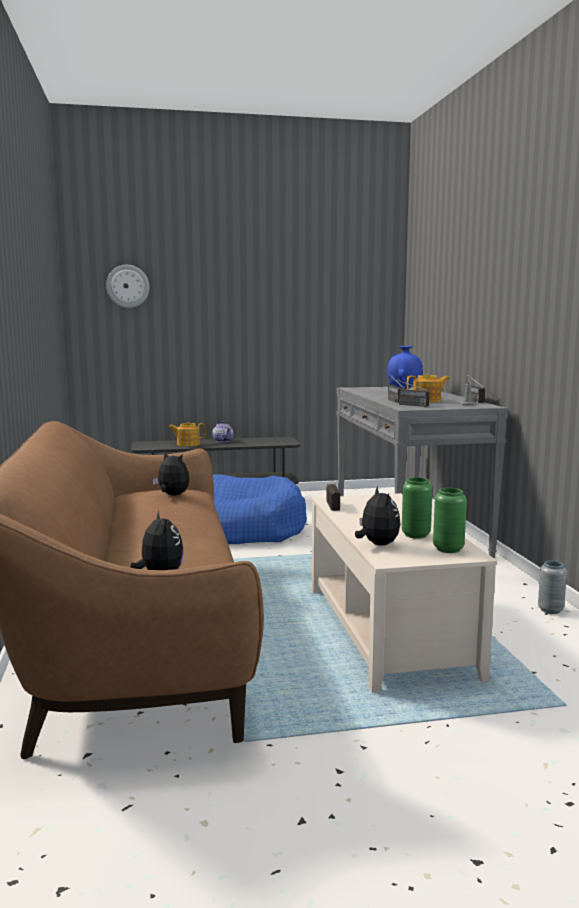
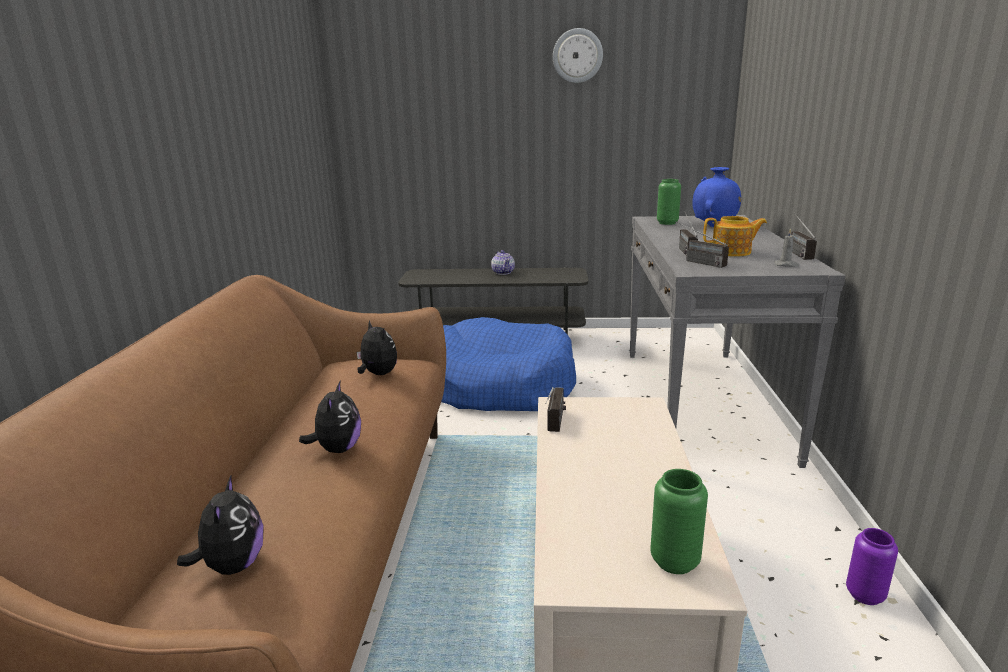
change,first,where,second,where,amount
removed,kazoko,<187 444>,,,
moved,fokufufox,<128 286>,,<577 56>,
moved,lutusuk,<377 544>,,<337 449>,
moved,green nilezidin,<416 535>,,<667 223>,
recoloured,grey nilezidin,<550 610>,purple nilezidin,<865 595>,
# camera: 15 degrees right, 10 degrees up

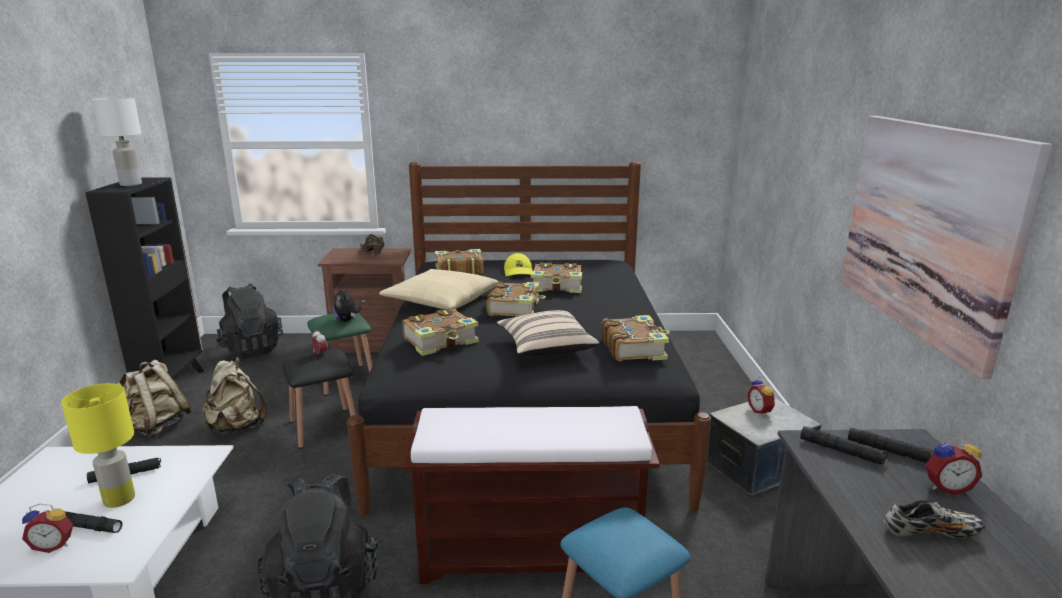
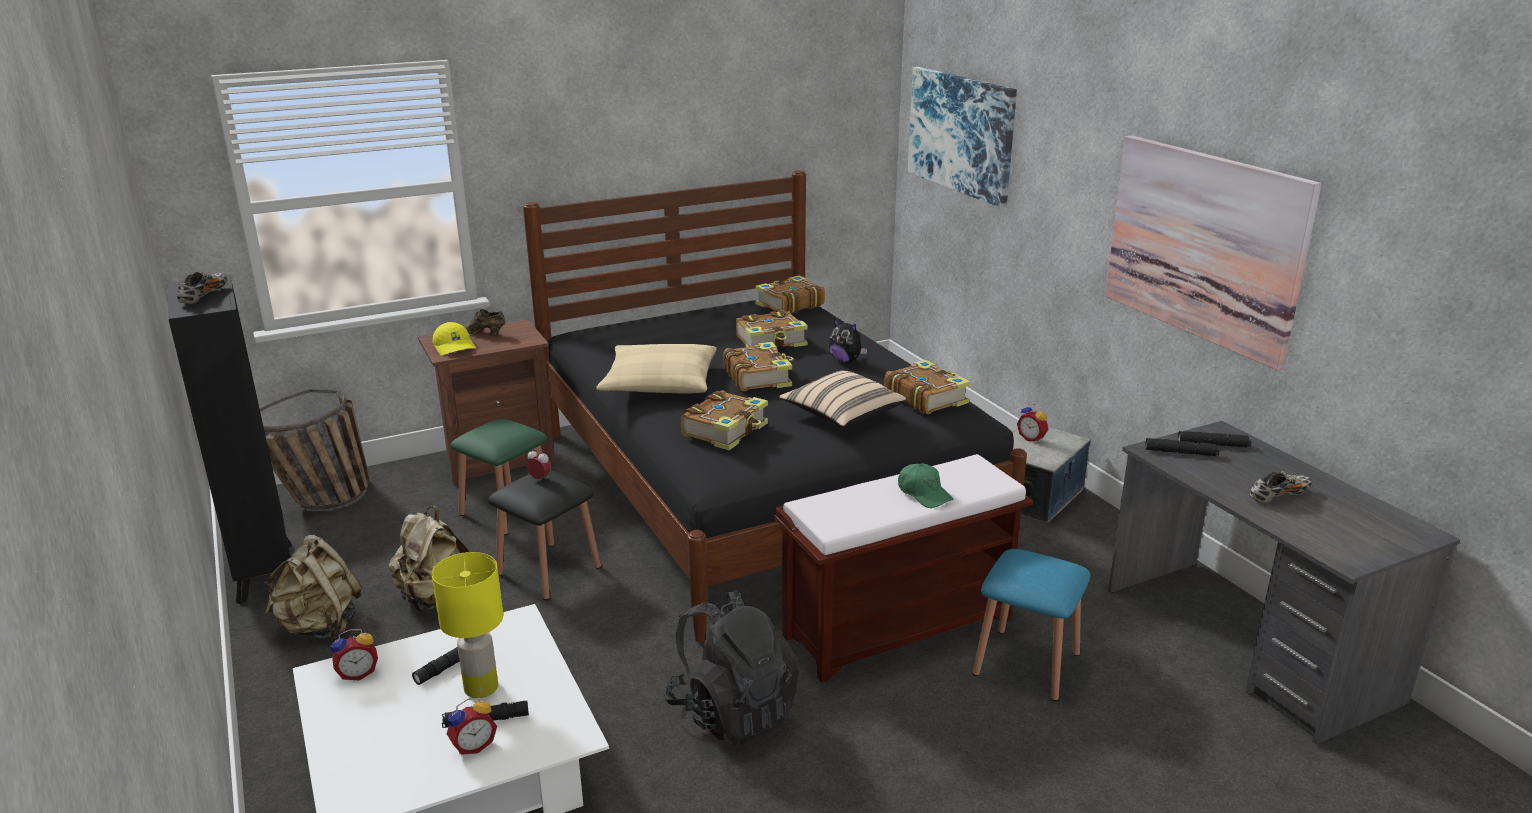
change,first,where,second,where,amount
added,,,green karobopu,<924 493>,
added,,,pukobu,<961 133>,
moved,lutusuk,<347 320>,,<846 361>,
moved,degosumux,<458 270>,,<789 305>,
moved,yellow karobopu,<519 272>,,<455 347>,
moved,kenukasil,<946 487>,,<358 673>,
replaced,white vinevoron,<130 184>,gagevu,<204 296>,
replaced,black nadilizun,<251 349>,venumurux,<324 502>,
# camera: 25 degrees left, 5 degrees up

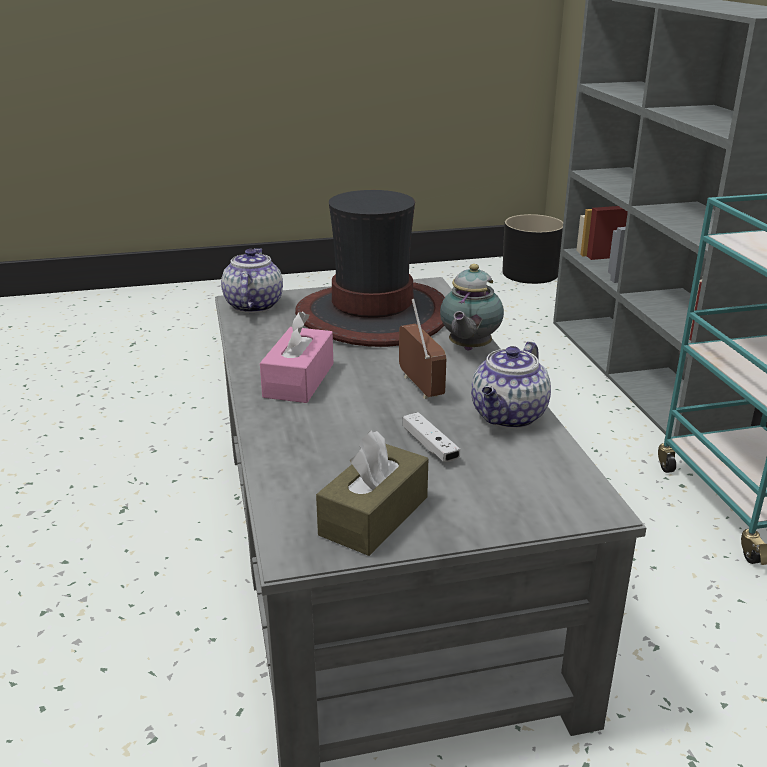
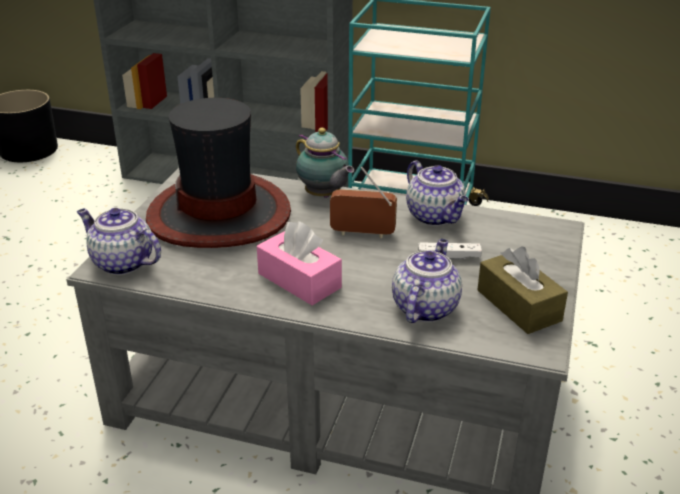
change,first,where,second,where,amount
added,,,kazoko,<425 307>,
# camera: 60 degrees left, 5 degrees up

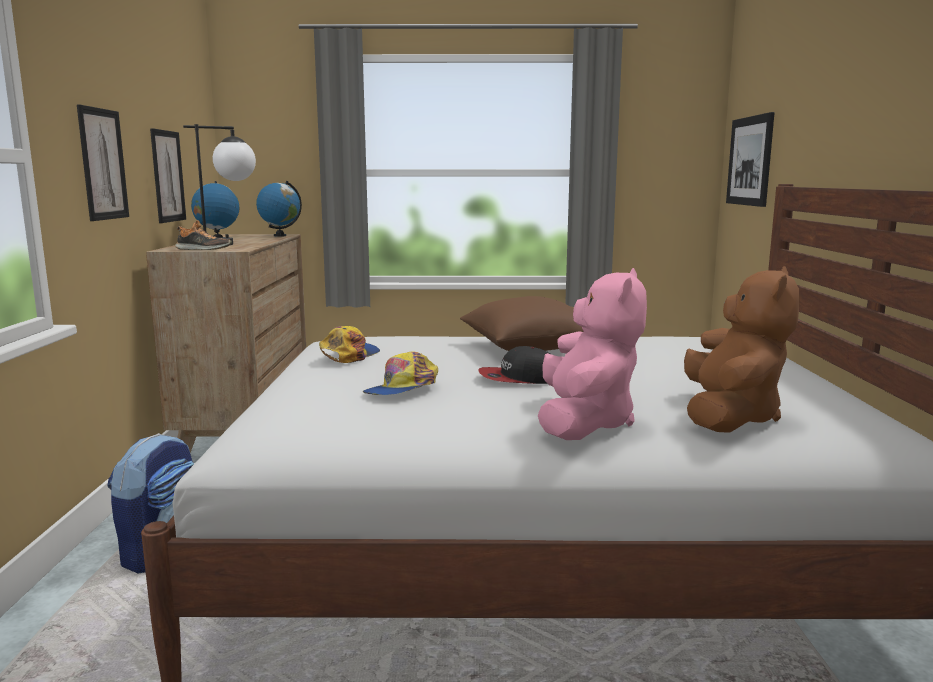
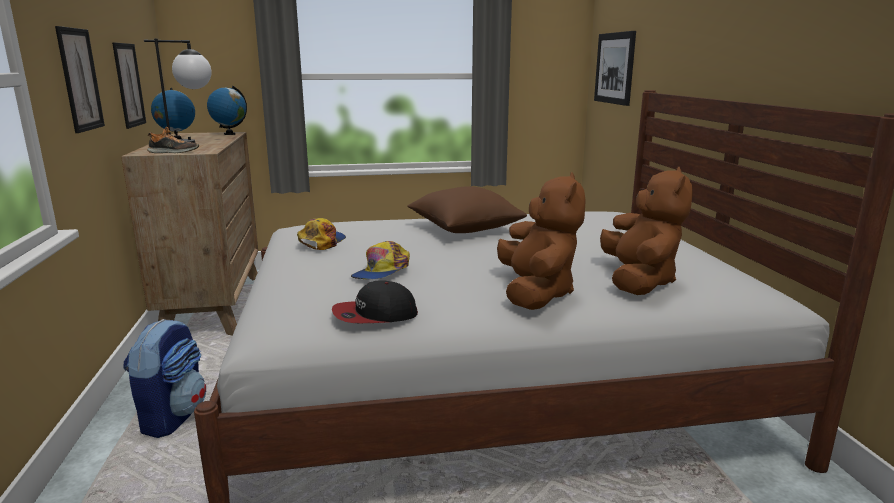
change,first,where,second,where,amount
moved,karobopu,<519 379>,,<374 315>,
recoloured,pink lutusuk,<584 423>,brown lutusuk,<536 293>,
# camera: 10 degrees left, 5 degrees up

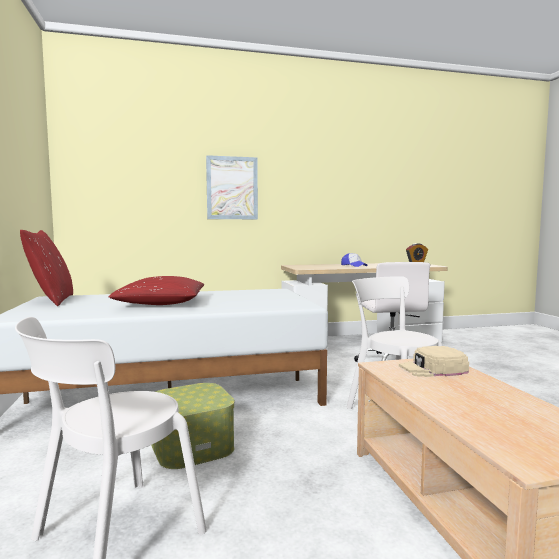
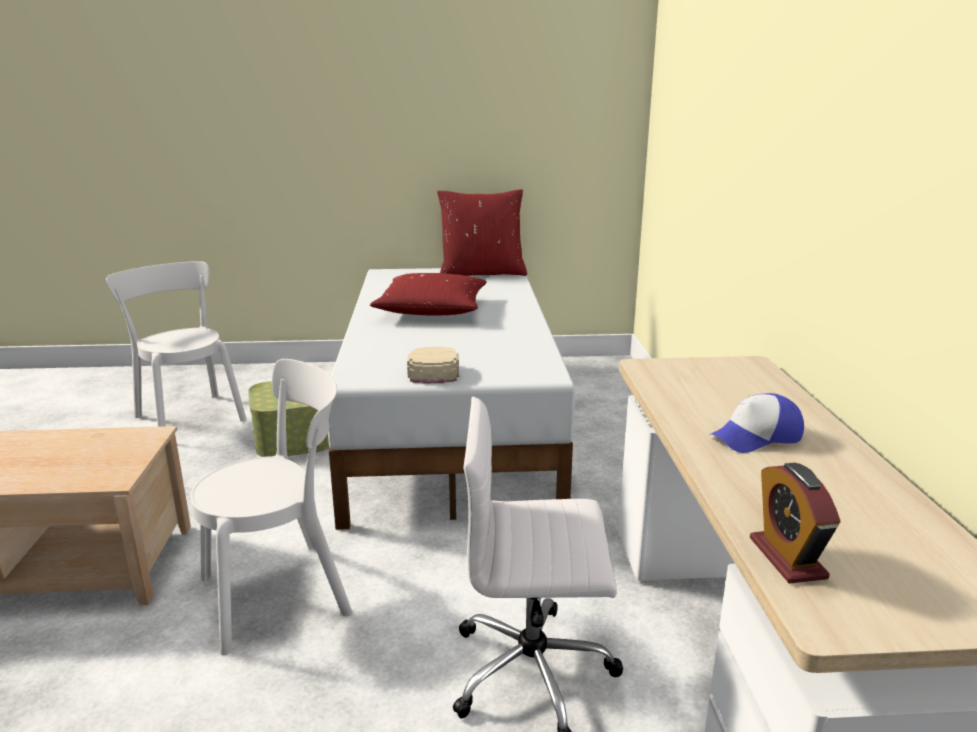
change,first,where,second,where,amount
removed,pukobu,<232 188>,,,
moved,beige karobopu,<433 369>,,<433 370>,
# camera: 100 degrees right, 15 degrees up

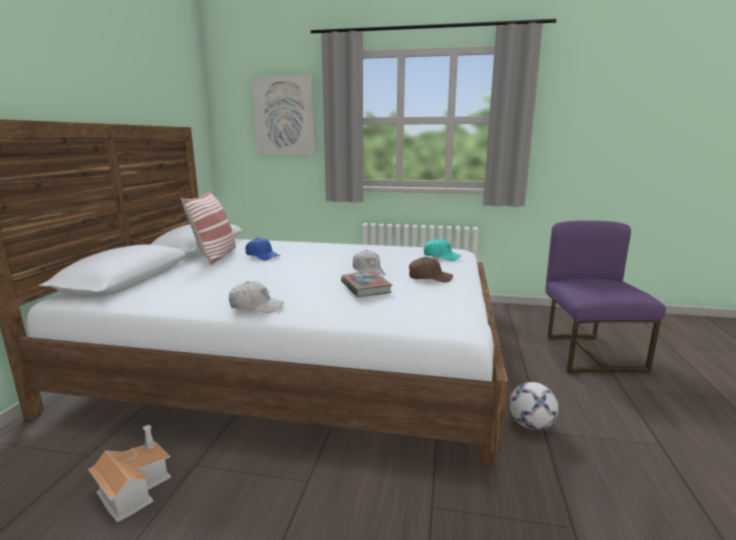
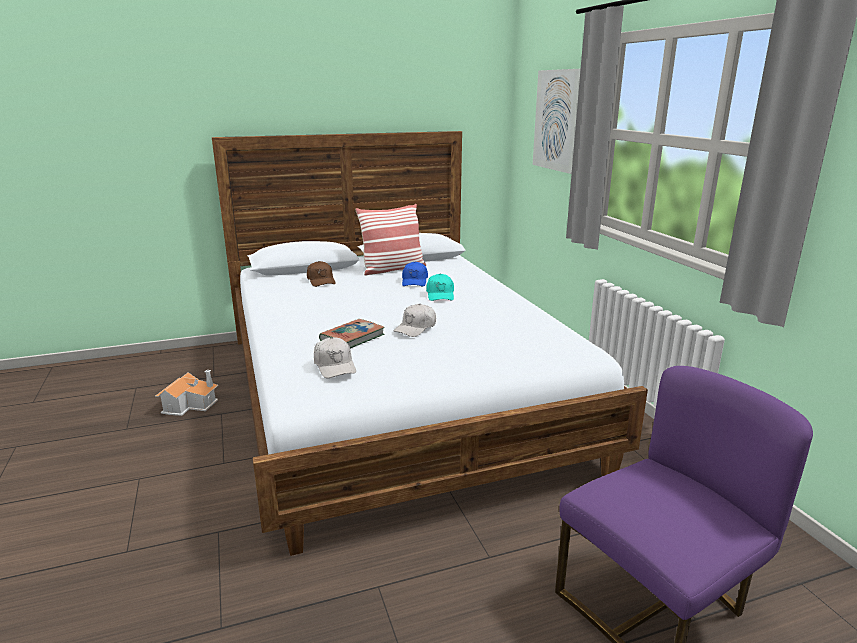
change,first,where,second,where,amount
removed,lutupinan,<531 425>,,,
moved,white karobopu,<256 306>,,<335 366>,
moved,brown karobopu,<429 278>,,<321 281>,
moved,turquoise karobopu,<441 256>,,<440 295>,
# camera: 60 degrees right, 5 degrees up

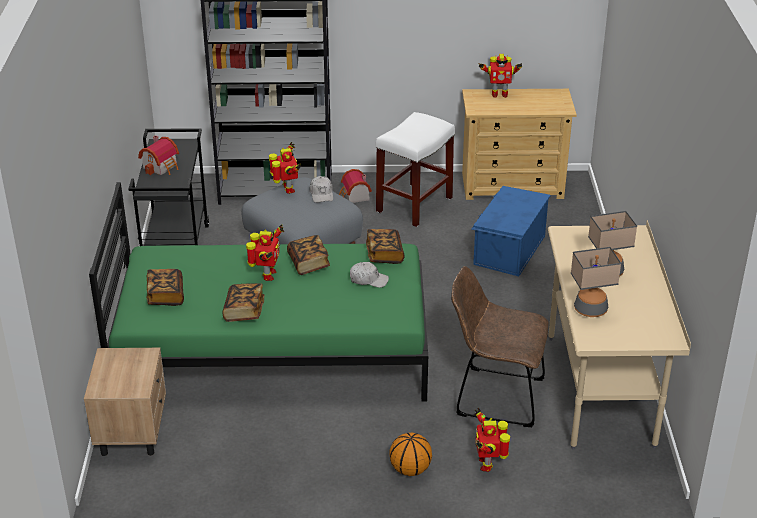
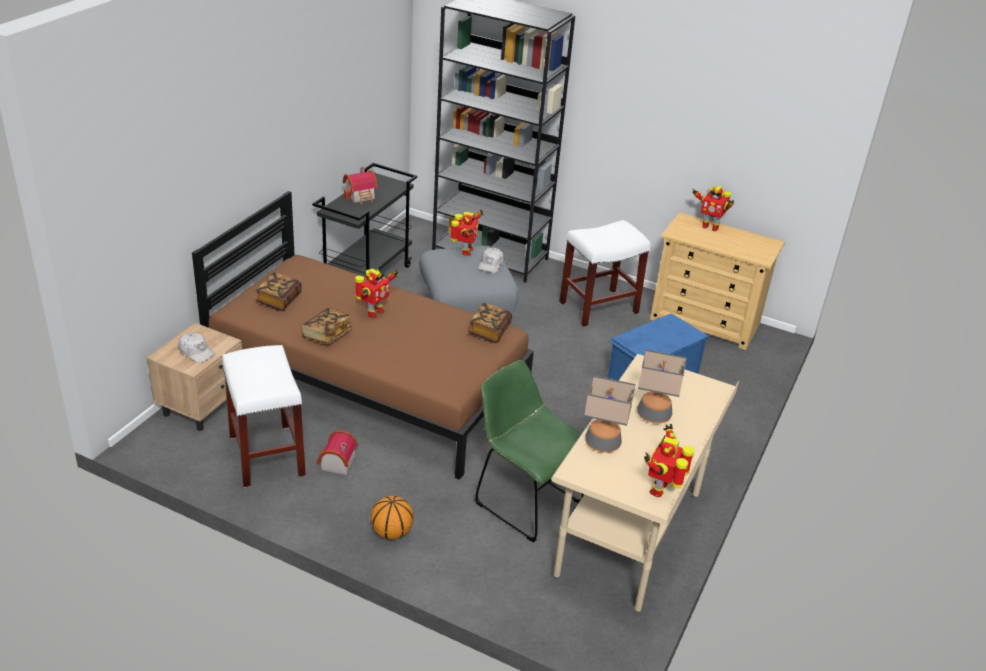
change,first,where,second,where,amount
removed,degosumux,<308 263>,,,
added,,,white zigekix,<266 455>,
moved,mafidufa,<354 197>,,<335 464>,
moved,white karobopu,<368 280>,,<196 352>,
moved,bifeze,<487 463>,,<661 489>,
recoloured,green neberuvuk,<272 350>,brown neberuvuk,<368 385>,
recoloured,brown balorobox,<494 396>,green balorobox,<524 500>,
# camera: 25 degrees right, 0 degrees up

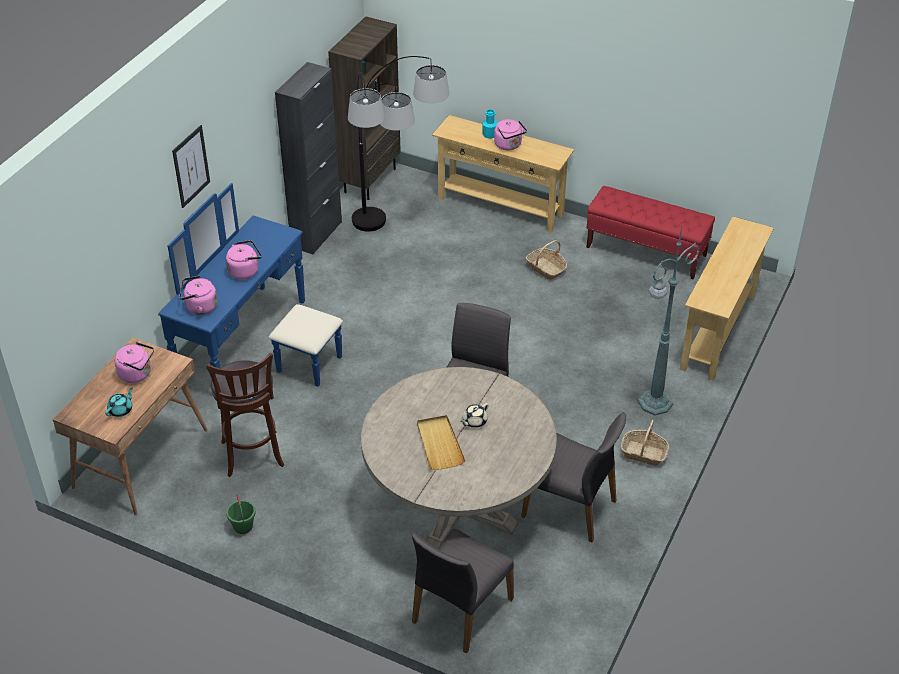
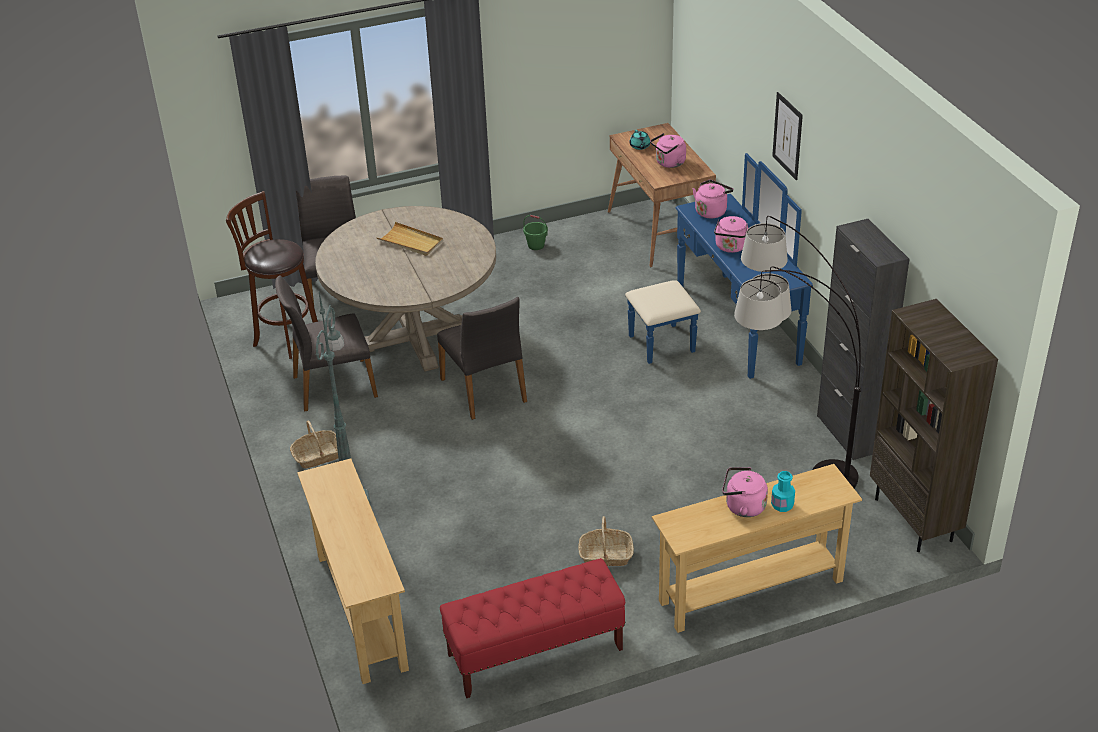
change,first,where,second,where,amount
removed,beige kazoko,<474 421>,,,
moved,brown zigekix,<253 456>,,<284 337>,
# camera: 135 degrees right, 5 degrees down

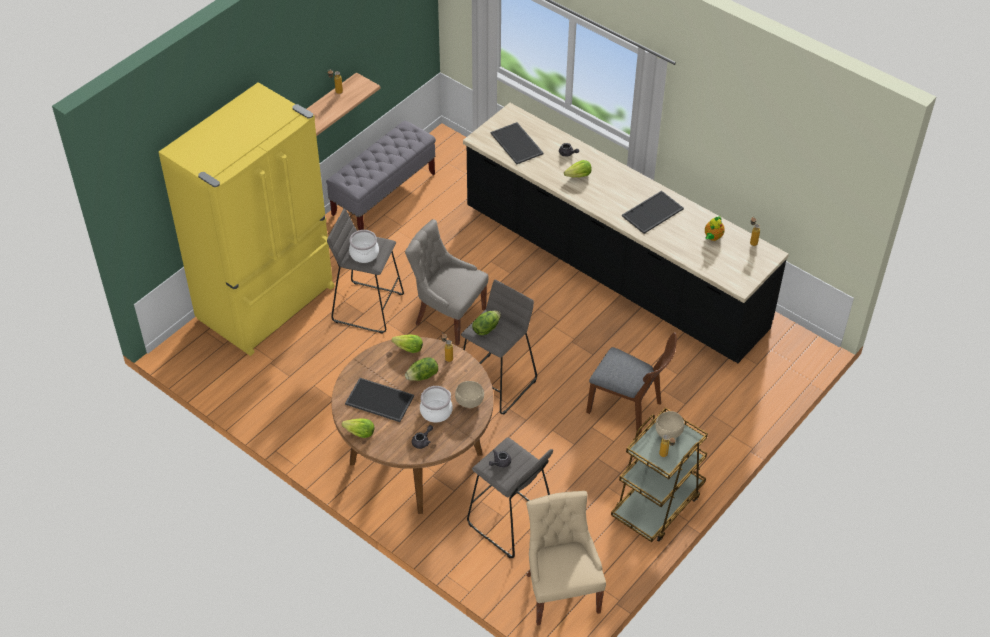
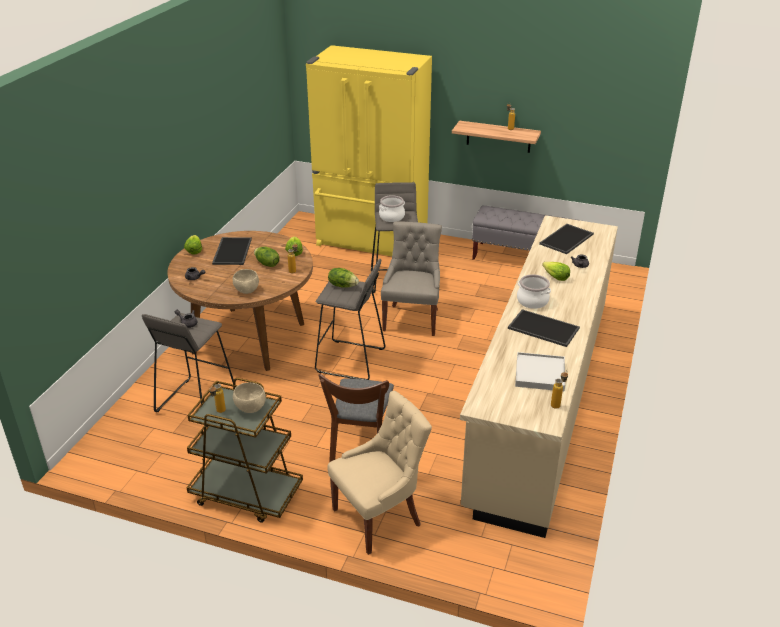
change,first,where,second,where,amount
moved,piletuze,<436 411>,,<532 301>,
moved,beige balorobox,<561 591>,,<379 517>,
replaced,kazoko,<712 237>,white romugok,<540 374>,
recoloured,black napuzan,<613 269>,beige napuzan,<539 399>,
# camera: 70 degrees right, 15 degrees down

